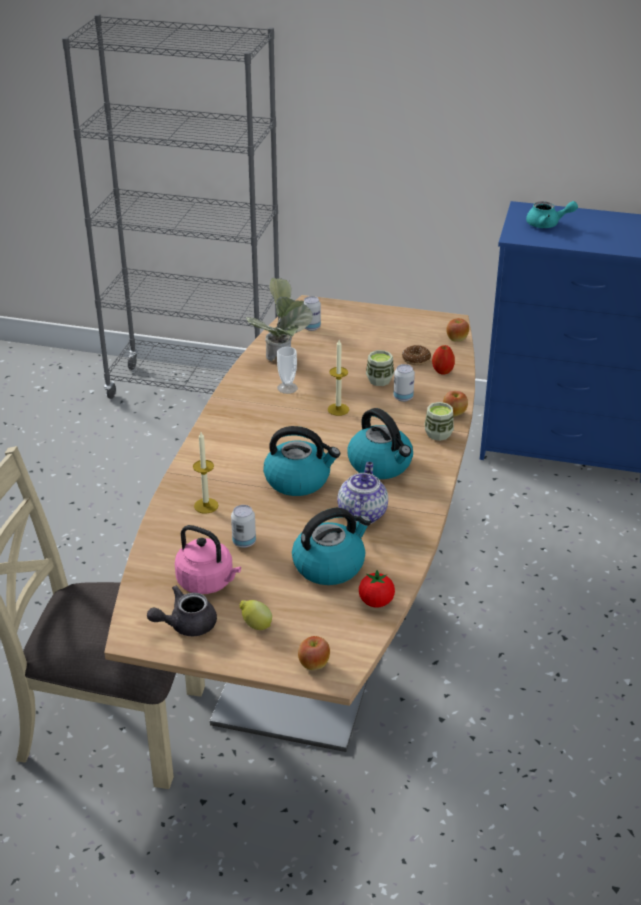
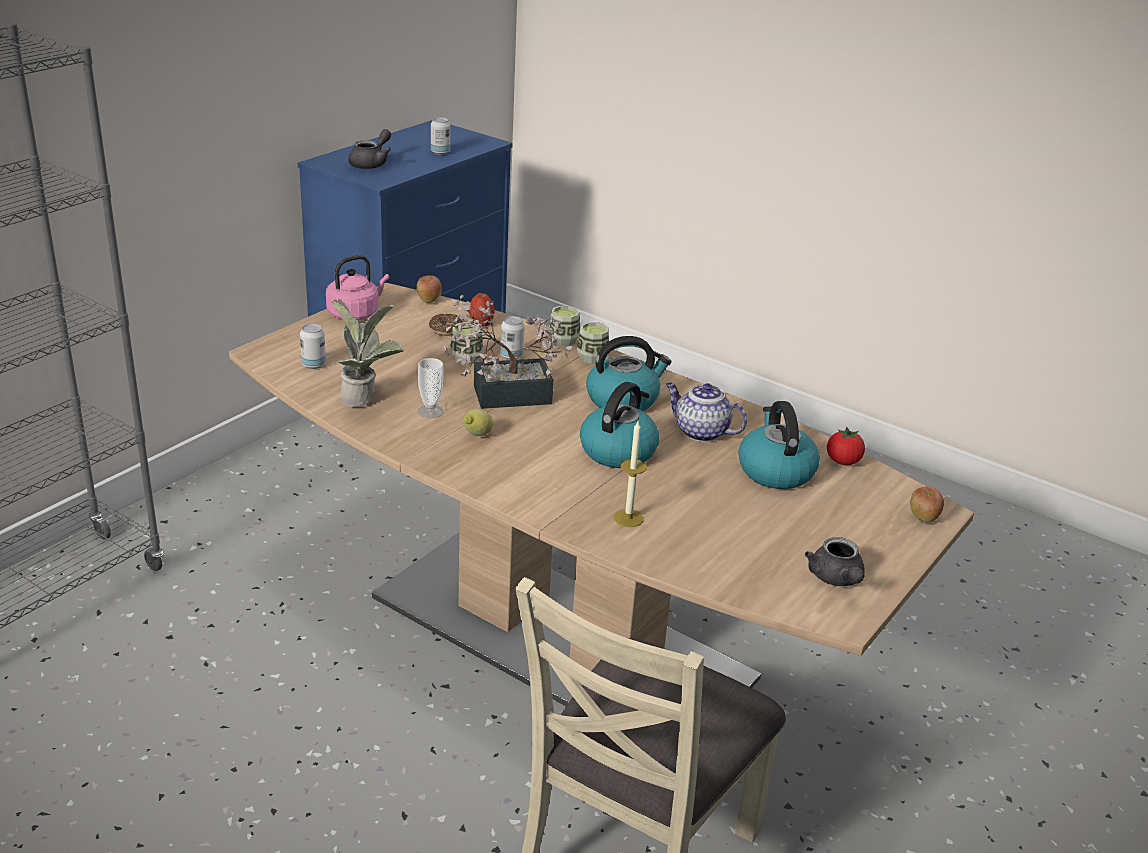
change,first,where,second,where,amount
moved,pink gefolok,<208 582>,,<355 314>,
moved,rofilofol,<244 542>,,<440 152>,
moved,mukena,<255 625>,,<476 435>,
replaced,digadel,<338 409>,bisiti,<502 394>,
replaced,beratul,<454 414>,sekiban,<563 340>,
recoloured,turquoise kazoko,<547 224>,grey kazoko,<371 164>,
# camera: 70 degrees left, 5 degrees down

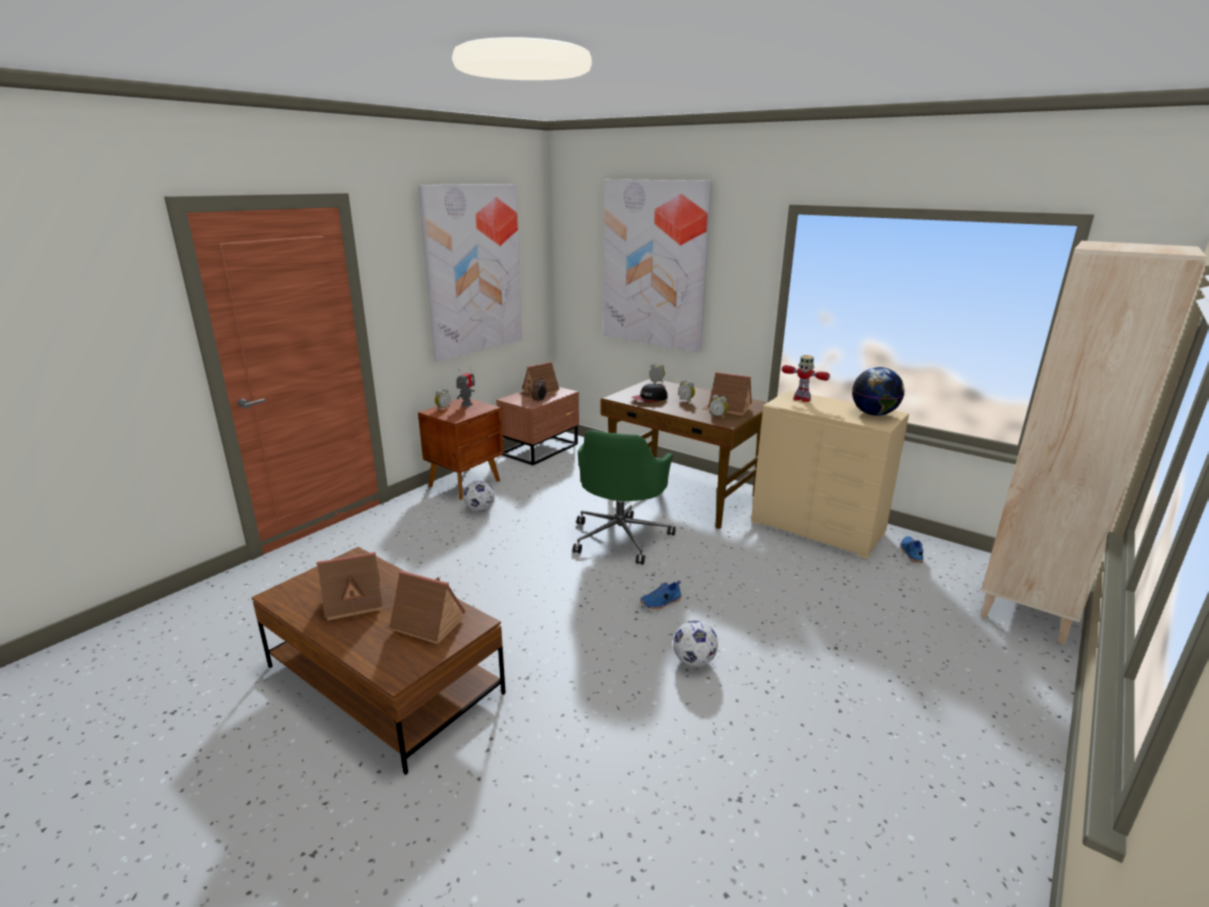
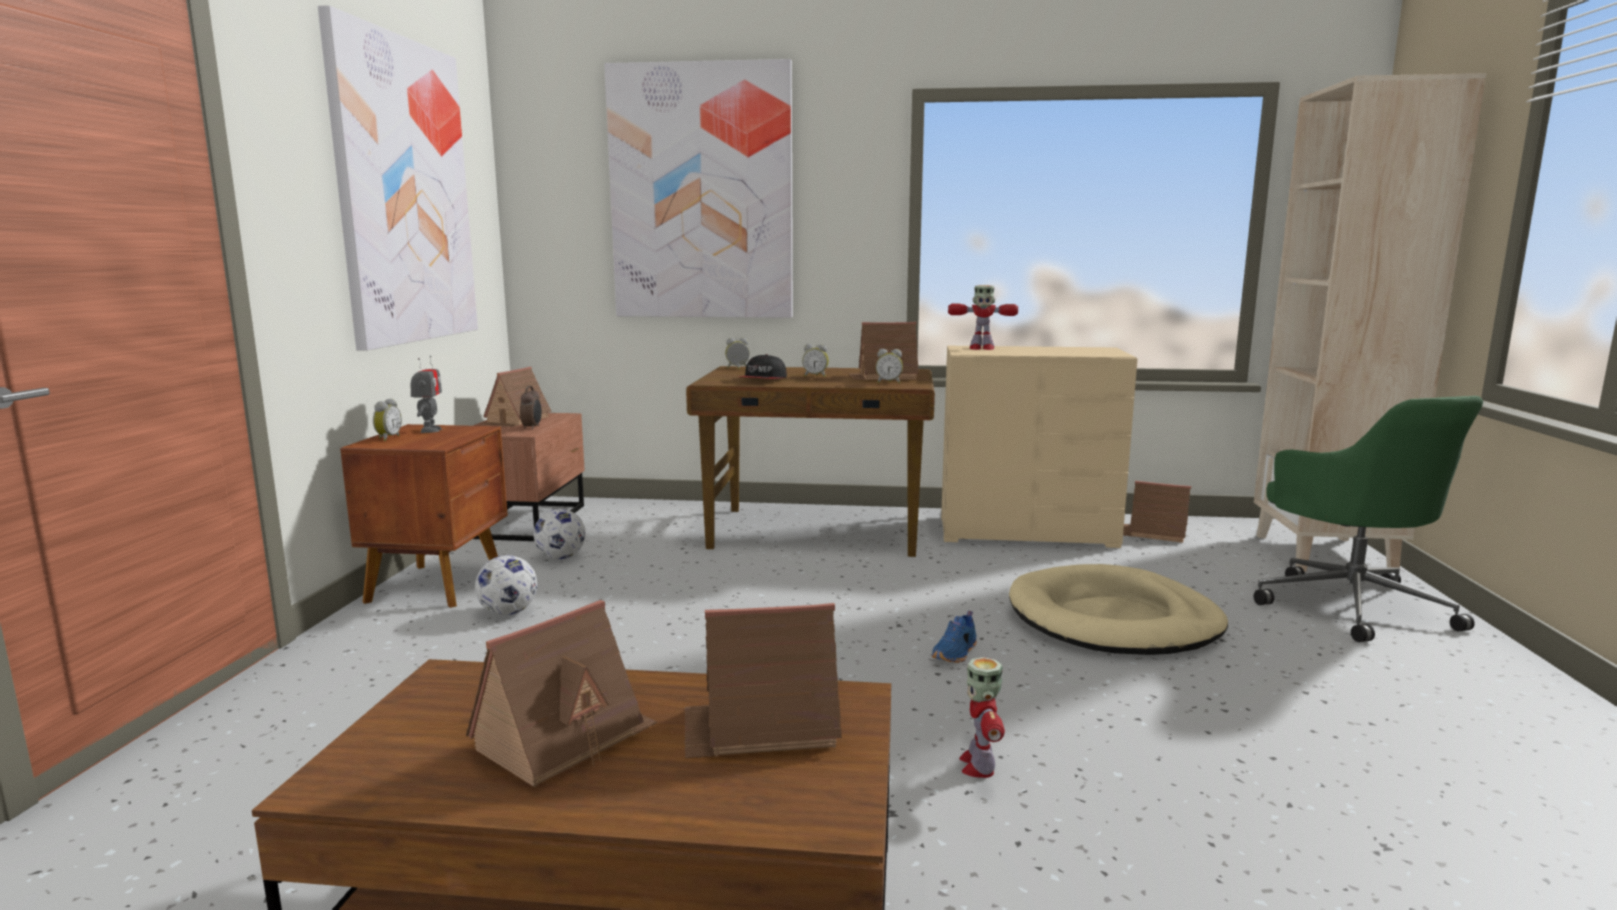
change,first,where,second,where,amount
removed,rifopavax,<874 414>,,,
added,,,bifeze,<978 765>,
added,,,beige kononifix,<1114 619>,
moved,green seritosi,<621 536>,,<1350 605>,
moved,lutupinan,<694 661>,,<561 557>,
replaced,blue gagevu,<910 553>,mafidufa,<1153 533>,
# camera: 30 degrees left, 10 degrees down

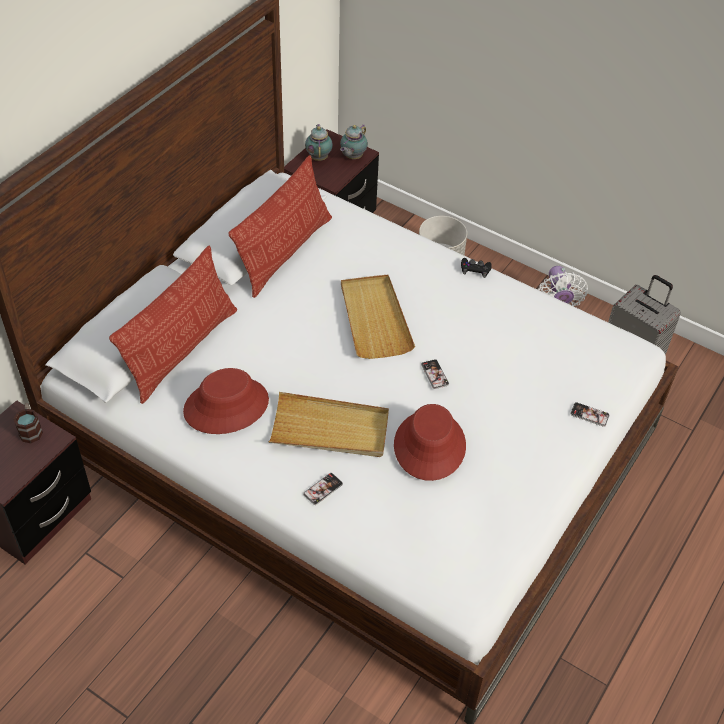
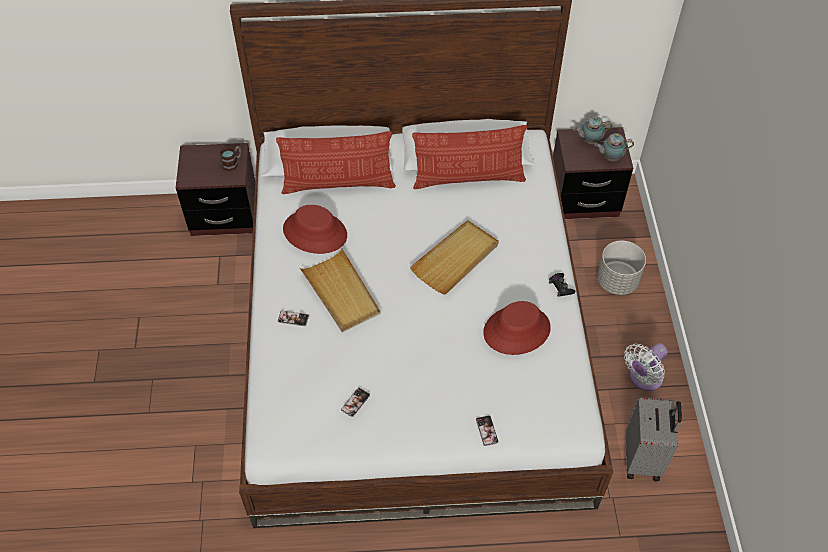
change,first,where,second,where,amount
moved,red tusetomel,<429 445>,,<516 330>,
moved,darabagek,<434 374>,,<355 402>,
turned,kazoko,<319 157>,,<589 141>,150 degrees counterclockwise
# camera: 55 degrees right, 5 degrees up

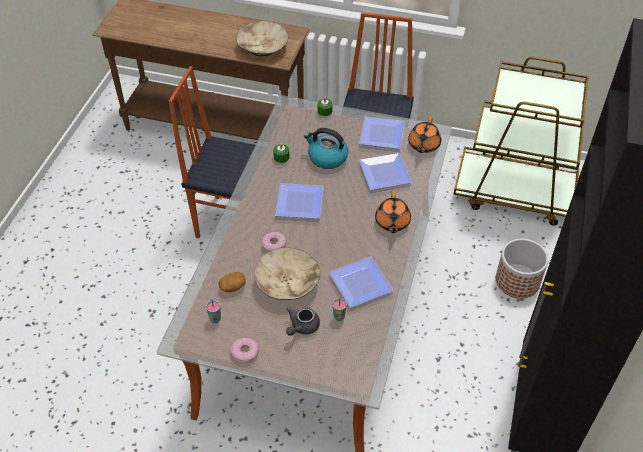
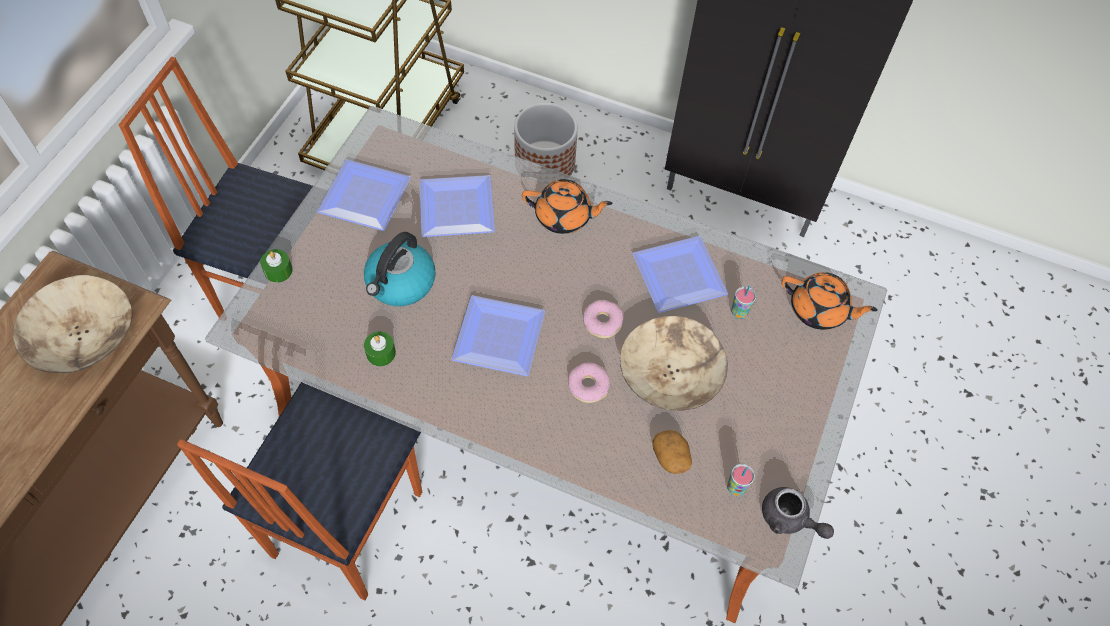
change,first,where,second,where,amount
moved,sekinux,<245 353>,,<602 322>,
moved,grey kazoko,<302 327>,,<789 519>,
moved,orange kazoko,<423 145>,,<819 310>,
# camera: 85 degrees left, 10 degrees up

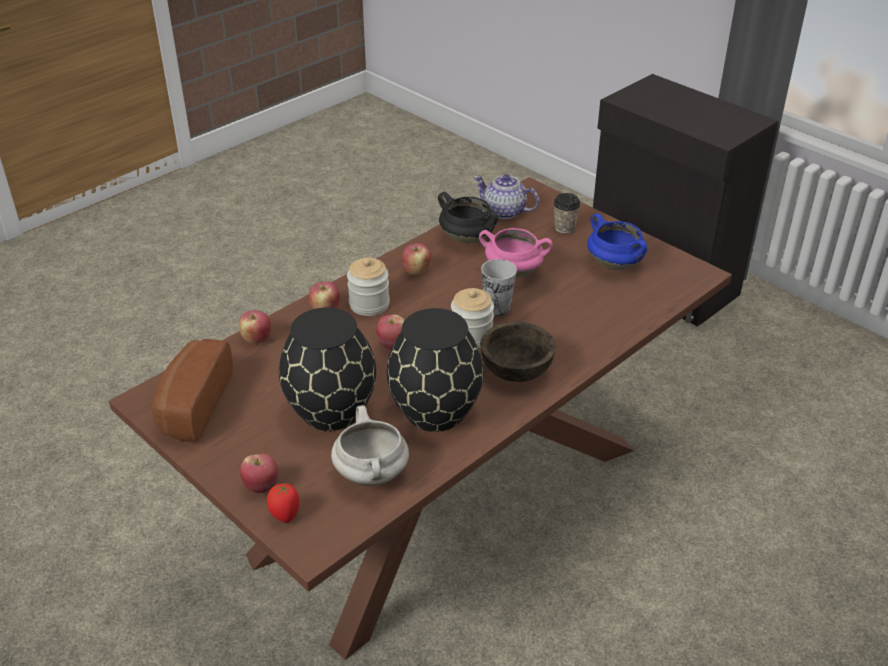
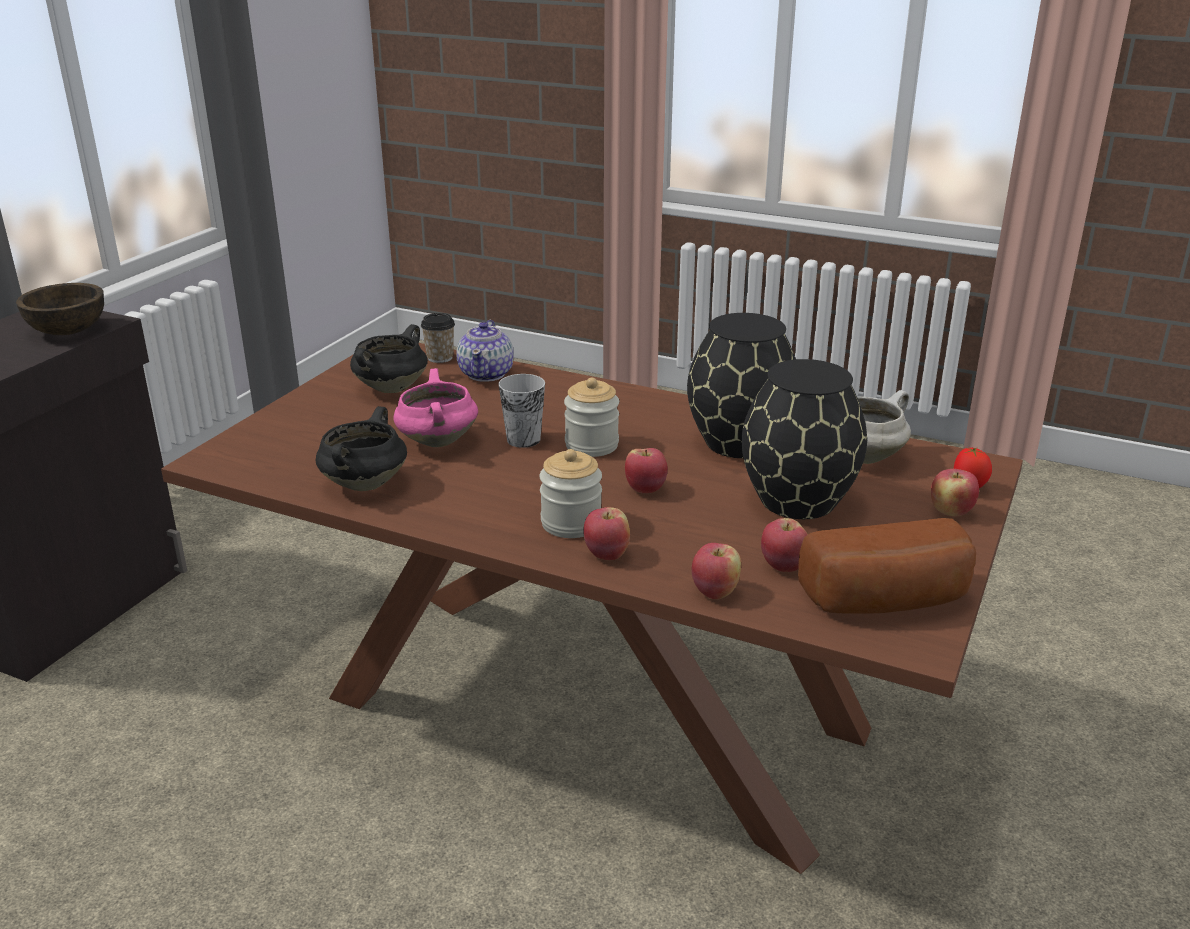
change,first,where,second,where,amount
moved,beratul,<416 271>,,<783 566>,
moved,kazoko,<505 212>,,<487 373>,
moved,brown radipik,<515 370>,,<68 331>,
moved,sekiban,<564 228>,,<440 358>,
recoloured,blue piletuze,<616 264>,black piletuze,<391 388>,
# camera: 110 degrees left, 10 degrees down

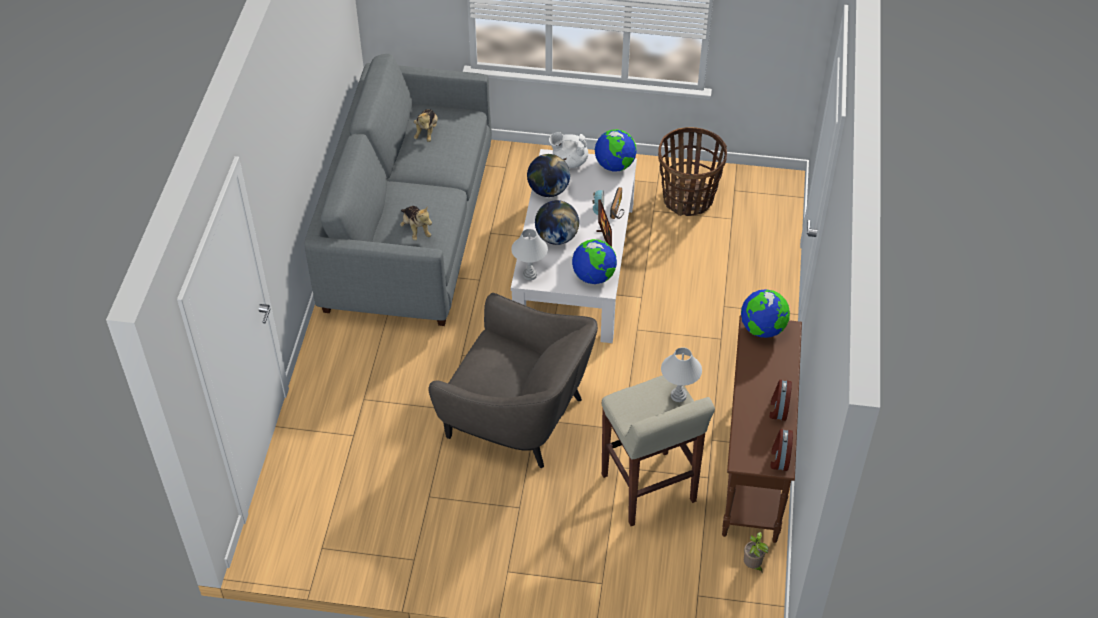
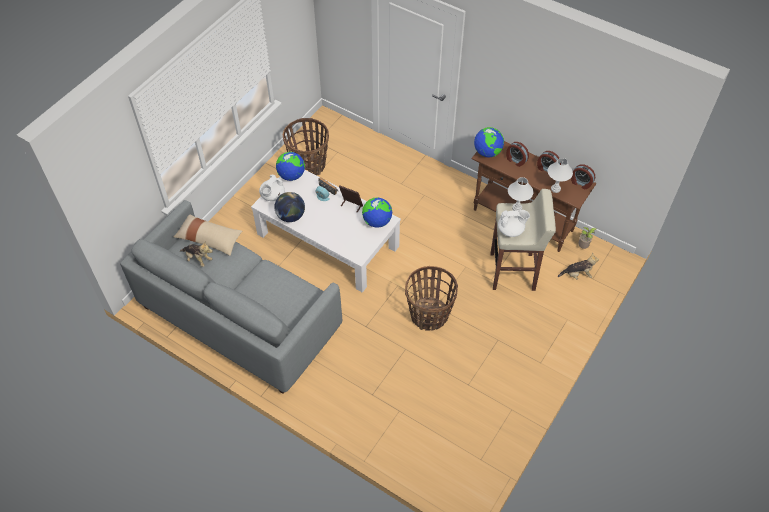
change,first,where,second,where,amount
removed,rifopavax,<556 237>,,,
added,,,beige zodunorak,<209 238>,
added,,,white kazoko,<511 230>,
added,,,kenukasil,<515 160>,
moved,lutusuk,<416 229>,,<577 274>,
moved,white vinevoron,<529 275>,,<555 189>,
replaced,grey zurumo,<517 416>,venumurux,<429 315>,
# camera: 65 degrees left, 5 degrees up

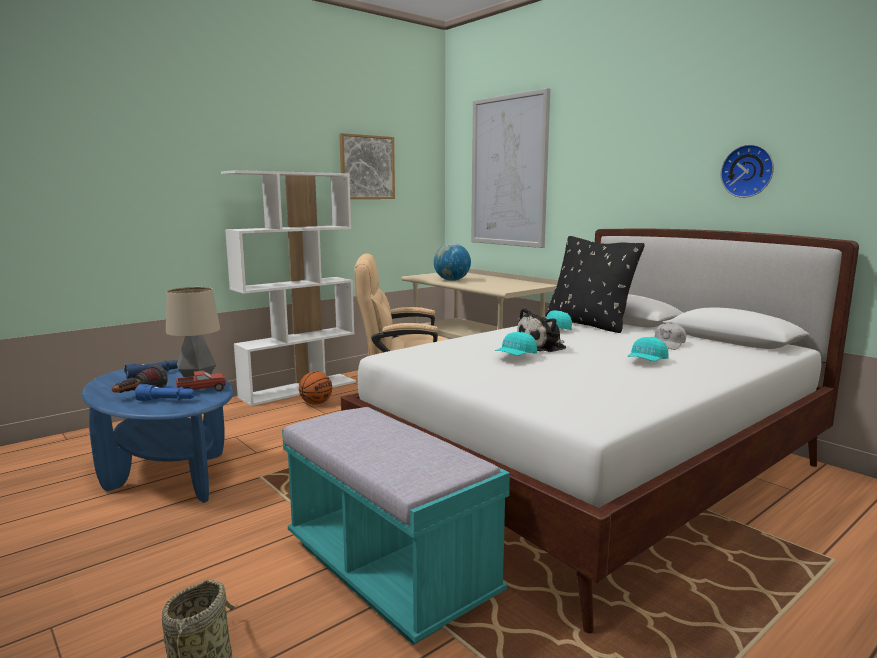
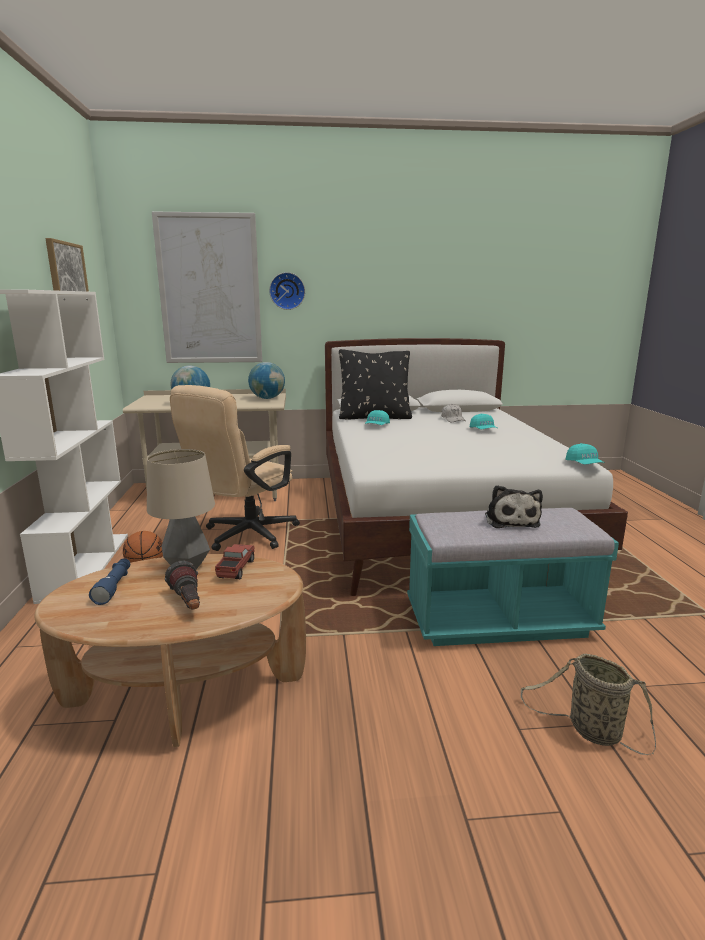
change,first,where,second,where,amount
removed,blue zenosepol,<167 400>,,,
added,,,rifopavax,<267 398>,
moved,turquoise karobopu,<515 356>,,<584 464>,
moved,lutusuk,<542 347>,,<511 520>,
moved,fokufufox,<748 171>,,<287 291>,
recoloured,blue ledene,<166 472>,brown ledene,<186 692>,
# camera: 55 degrees left, 5 degrees up

